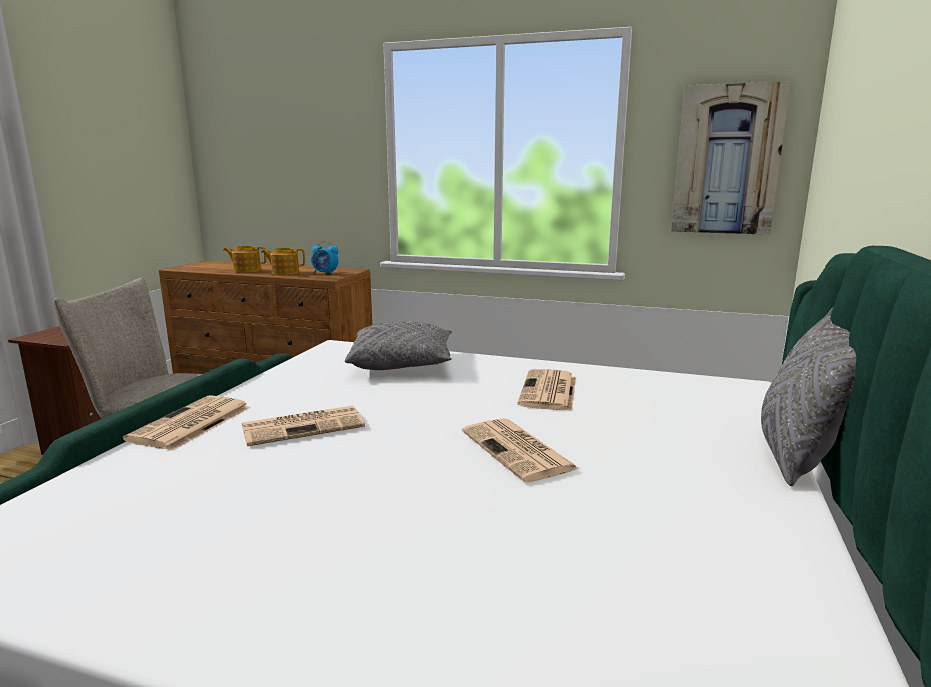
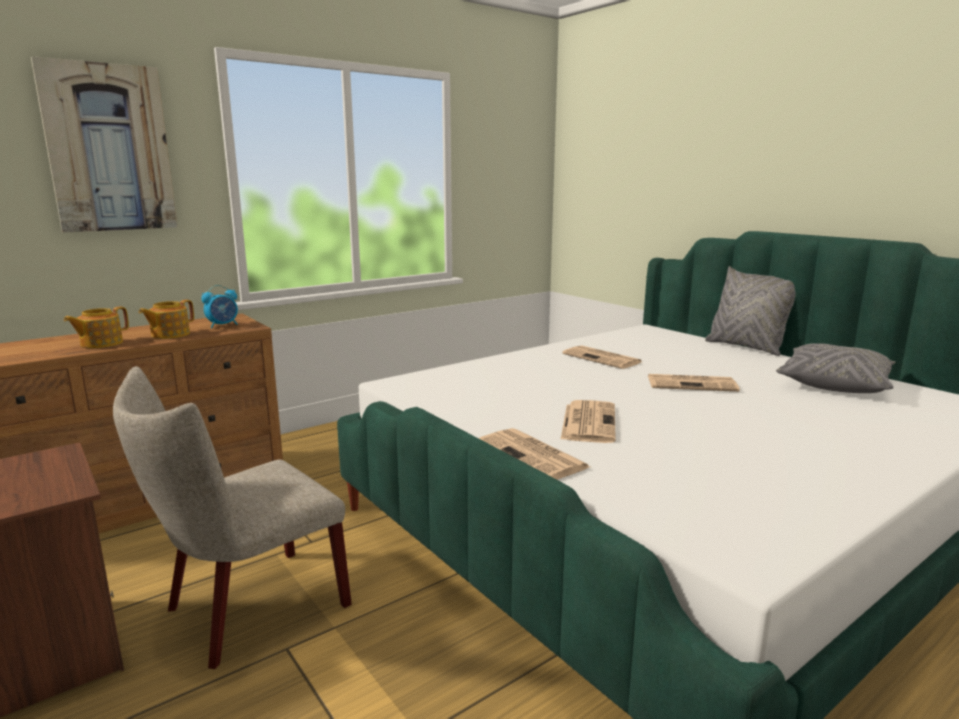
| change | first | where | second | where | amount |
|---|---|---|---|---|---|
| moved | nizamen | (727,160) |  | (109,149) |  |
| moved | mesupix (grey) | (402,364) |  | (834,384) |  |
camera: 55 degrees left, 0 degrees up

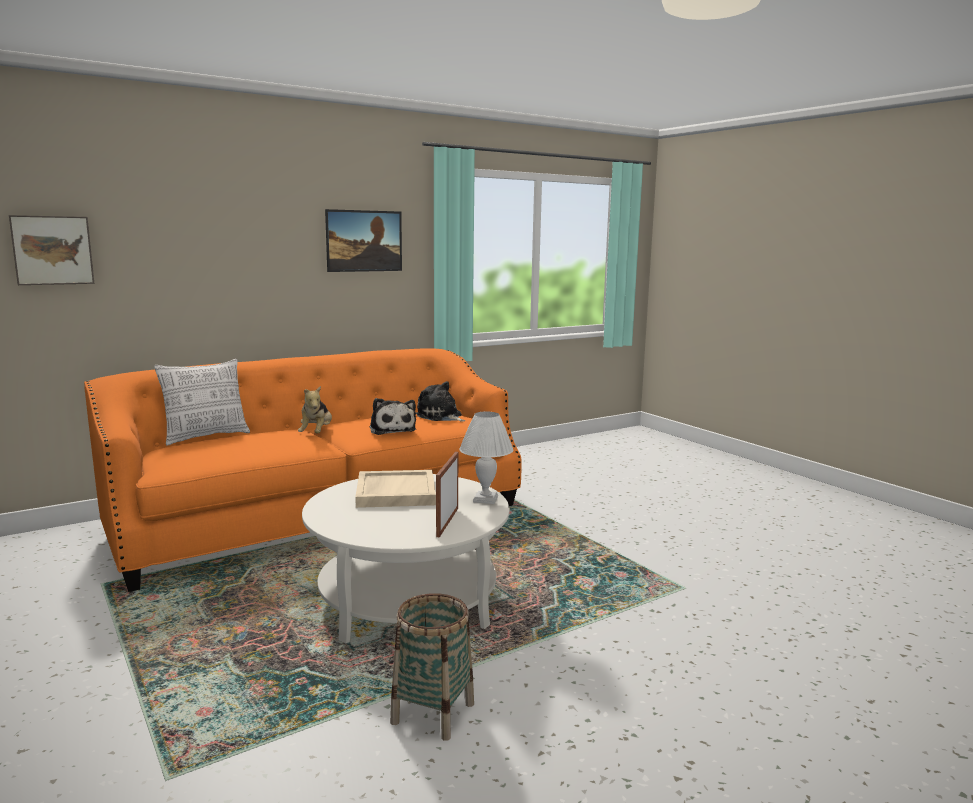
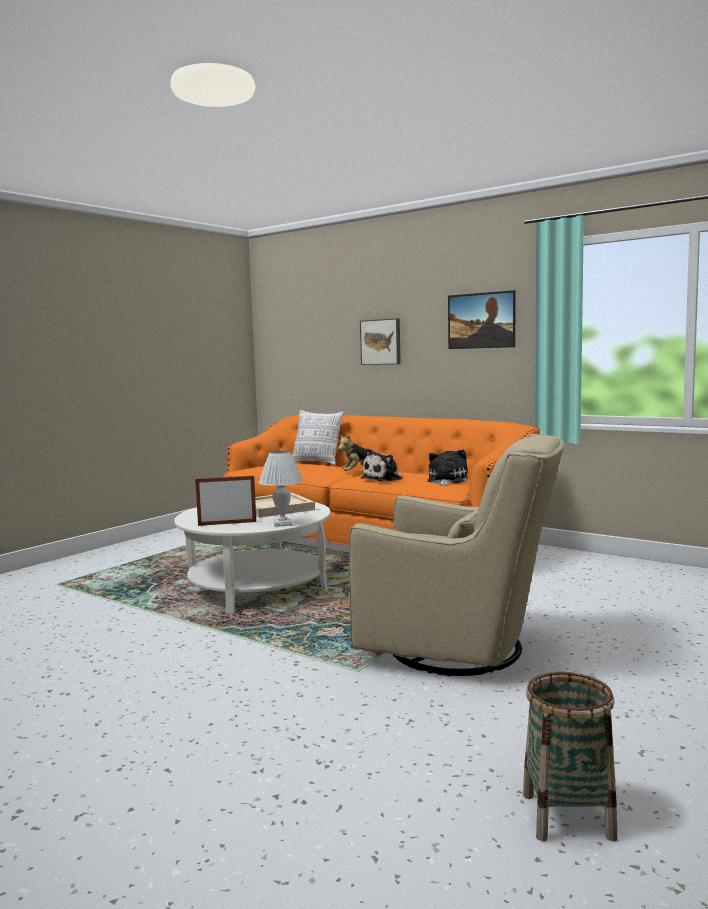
| change | first | where | second | where | amount |
|---|---|---|---|---|---|
| moved | nizamen | (52,250) |  | (381,342) |  |
| moved | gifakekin | (433,713) |  | (568,816) |  |
| added |  |  | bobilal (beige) | (461,649) |  |
camera: 70 degrees right, 5 degrees down

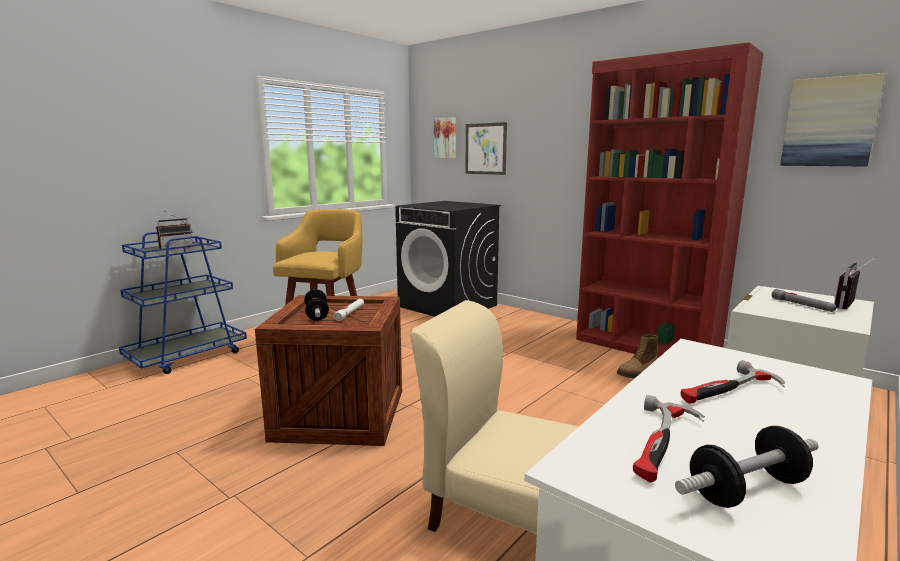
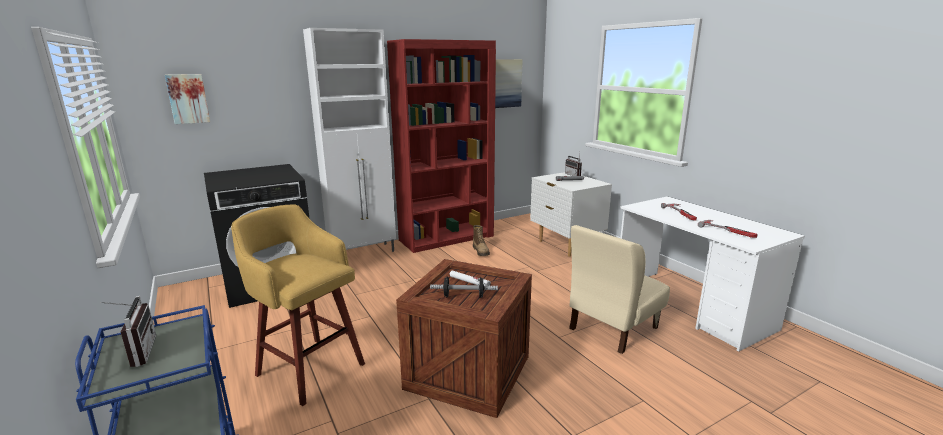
| change | first | where | second | where | amount |
|---|---|---|---|---|---|
| removed | nizamen | (485,149) |  |  |  |
| removed | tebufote | (746,489) |  |  |  |
| added |  |  | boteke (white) | (363,253) |  |
camera: 70 degrees left, 5 degrees up

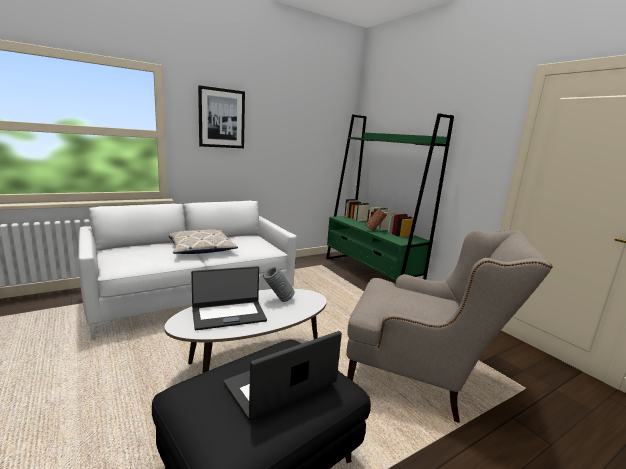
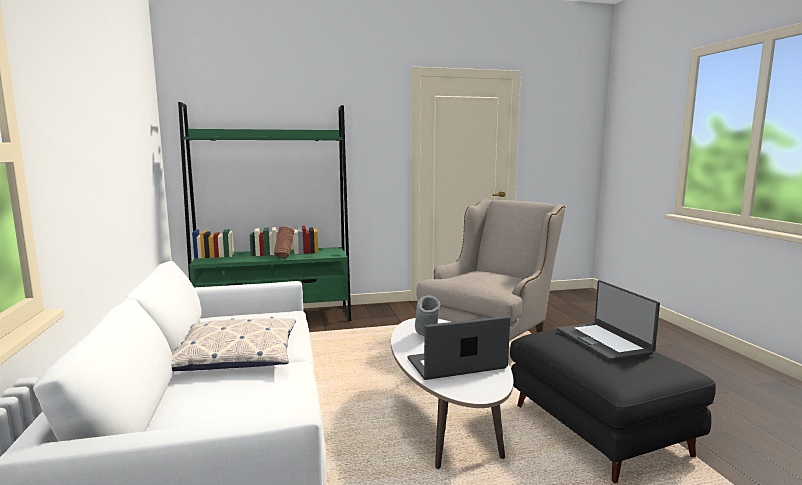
| change | first | where | second | where | amount |
|---|---|---|---|---|---|
| removed | nizamen | (221,118) |  |  |  |
| turned | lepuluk | (228,314) |  | (457,364) | 105 degrees counterclockwise |
camera: 70 degrees left, 5 degrees down

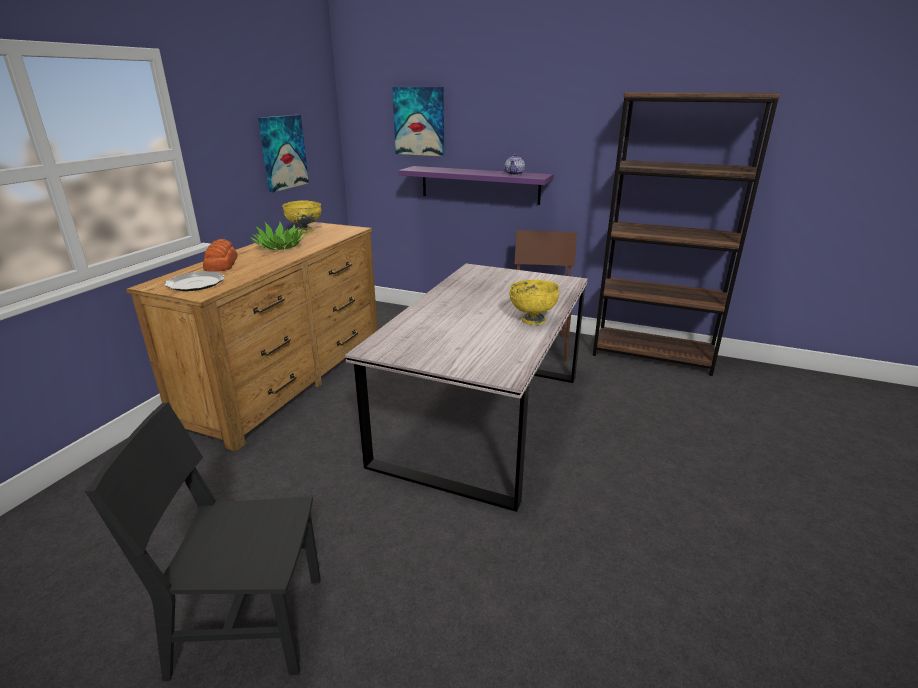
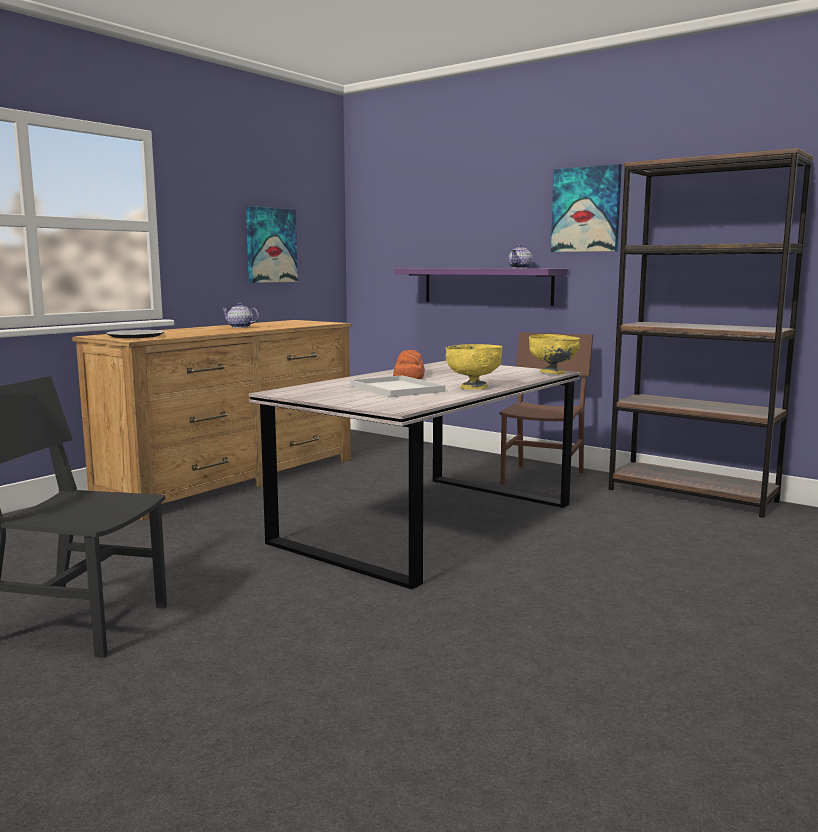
| change | first | where | second | where | amount |
|---|---|---|---|---|---|
| moved | nizamen | (419,121) |  | (586,209) |  |
| moved | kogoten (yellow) | (304,231) |  | (552,373) |  |
| replaced | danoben | (280,247) | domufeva | (240,327) |  |
| moved | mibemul | (221,264) |  | (408,375) |  |
| added |  |  | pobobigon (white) | (398,389) |  |
camera: 15 degrees right, 15 degrees down

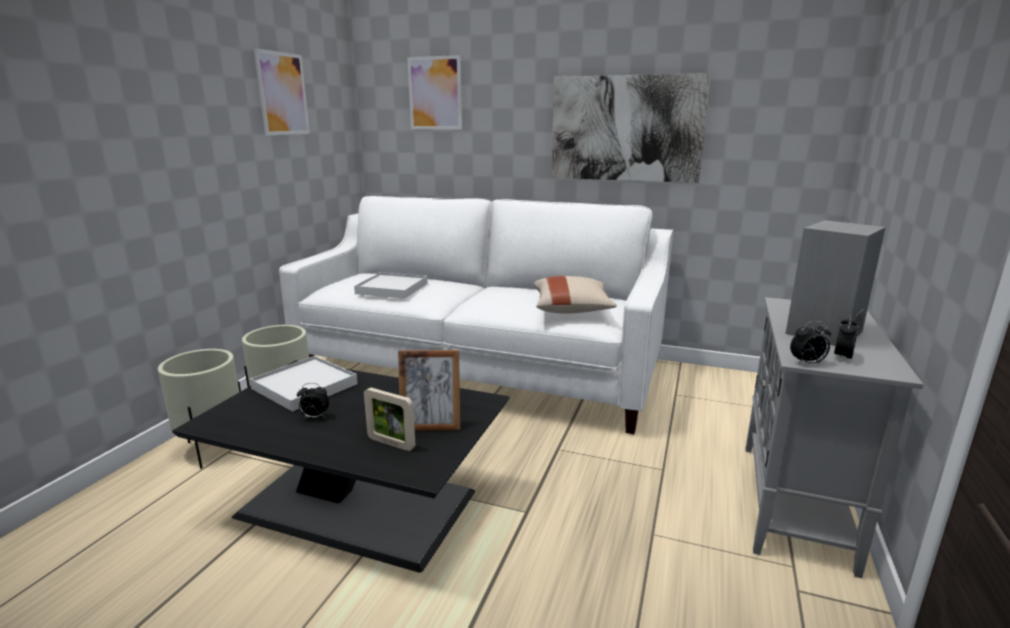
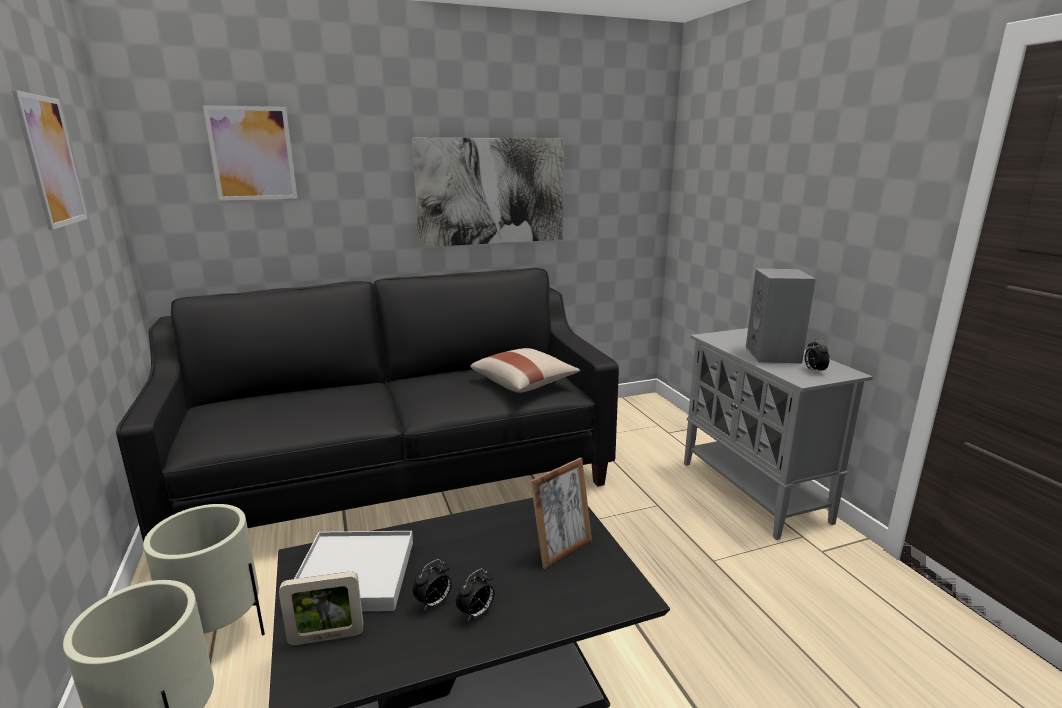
| change | first | where | second | where | amount |
|---|---|---|---|---|---|
| recoloured | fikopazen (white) | (480,369) | fikopazen (black) | (396,477) |  |
| removed | pobobigon (white) | (392,288) |  |  |  |
| moved | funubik | (807,363) |  | (476,613) |  |
| moved | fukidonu | (391,443) |  | (326,637) |  |
camera: 40 degrees left, 0 degrees up

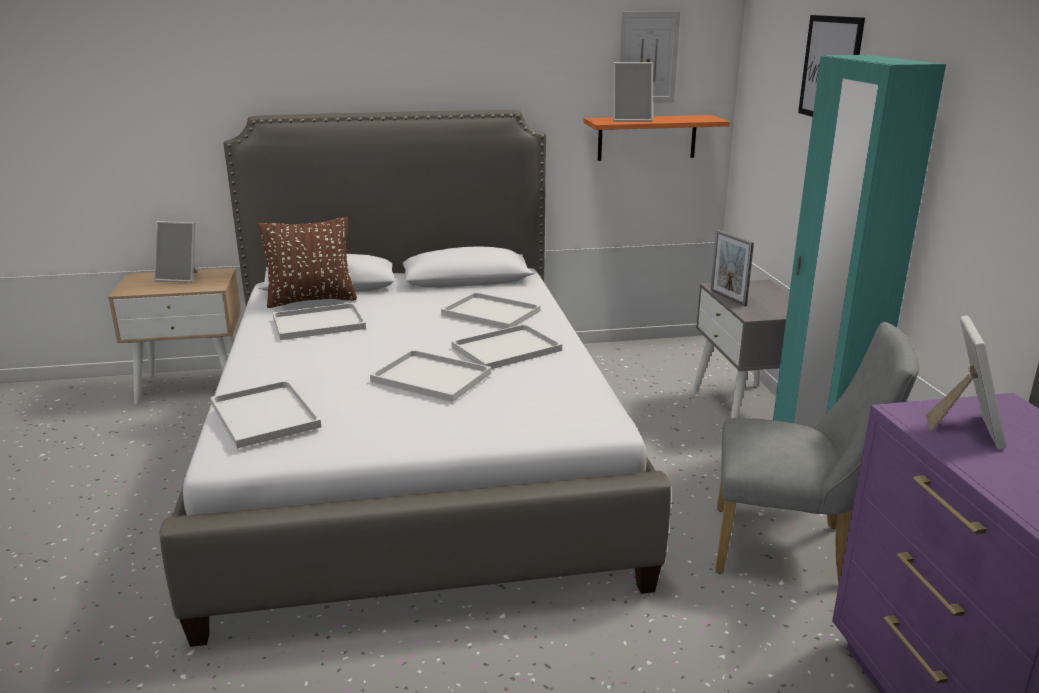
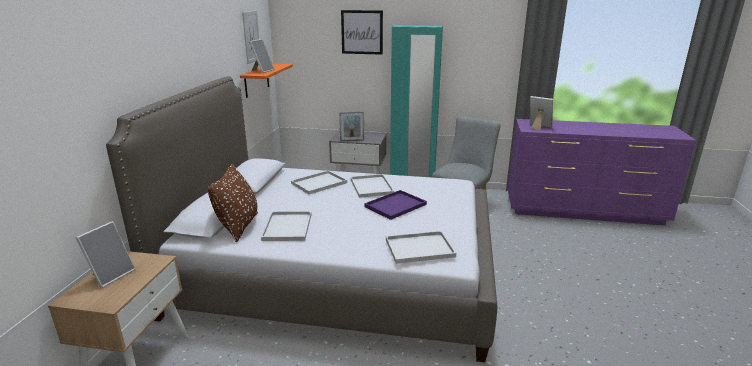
| change | first | where | second | where | amount |
|---|---|---|---|---|---|
| recoloured | pobobigon (white) | (429,377) | pobobigon (purple) | (395,206) |  |
camera: 70 degrees left, 0 degrees up

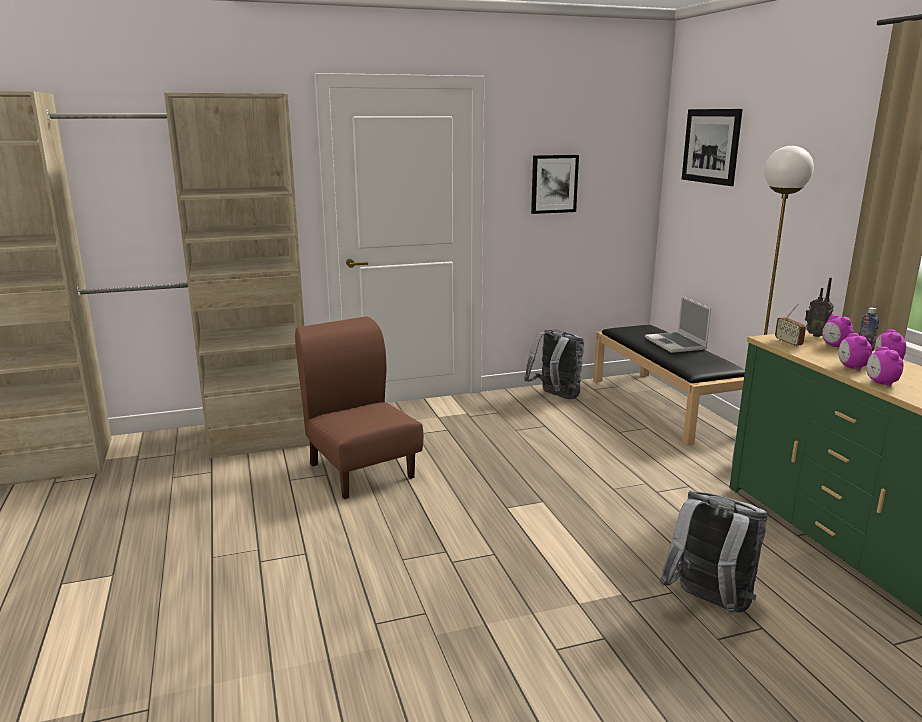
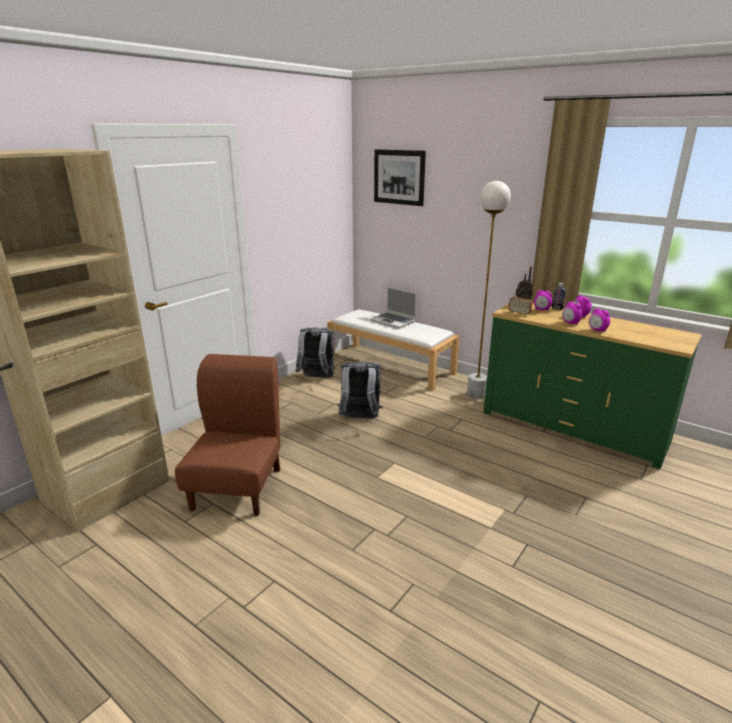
| change | first | where | second | where | amount |
|---|---|---|---|---|---|
| removed | nizamen | (554,184) |  |  |  |
| turned | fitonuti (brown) | (361,470) |  | (238,488) | 75 degrees clockwise |
| recoloured | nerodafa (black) | (665,405) | nerodafa (white) | (391,365) |  |
| moved | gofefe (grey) | (708,604) |  | (360,419) |  |
camera: 35 degrees left, 5 degrees up

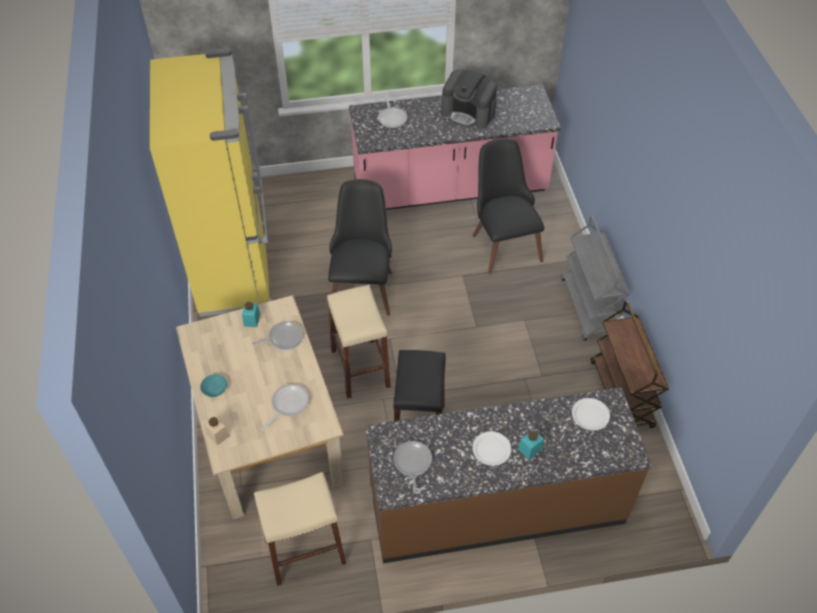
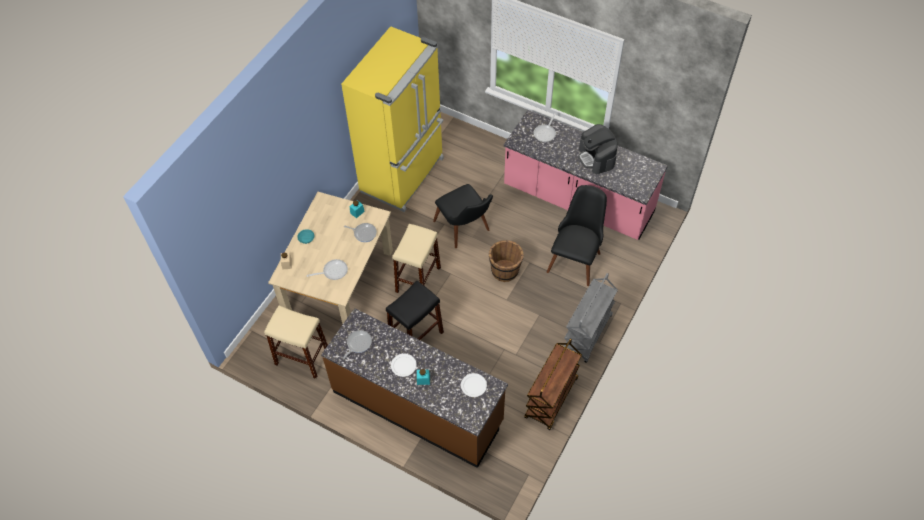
| change | first | where | second | where | amount |
|---|---|---|---|---|---|
| turned | fitonuti (black) | (362,284) |  | (466,230) | 105 degrees clockwise |
| added |  |  | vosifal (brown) | (505,270) |  |
camera: 40 degrees right, 5 degrees up

